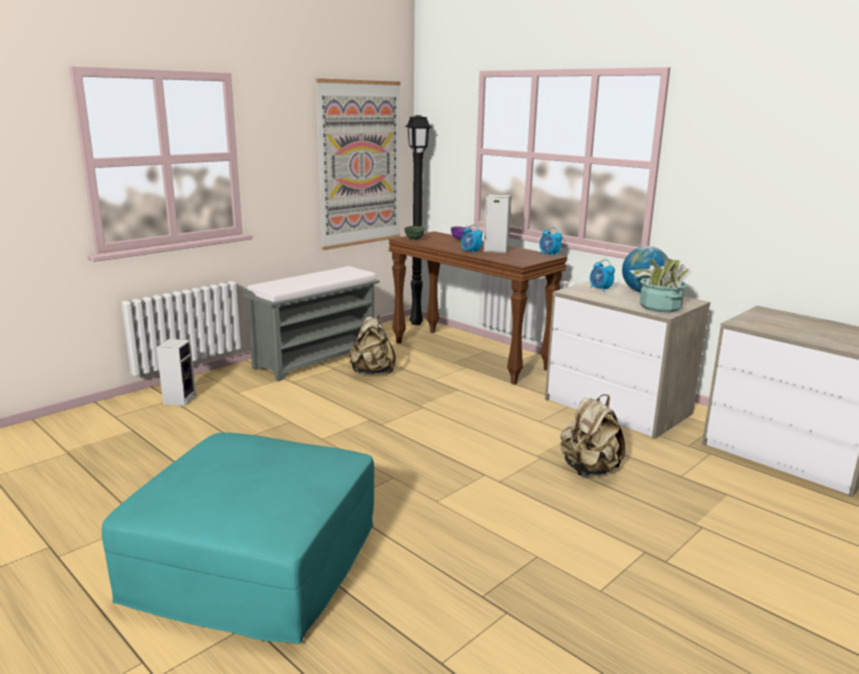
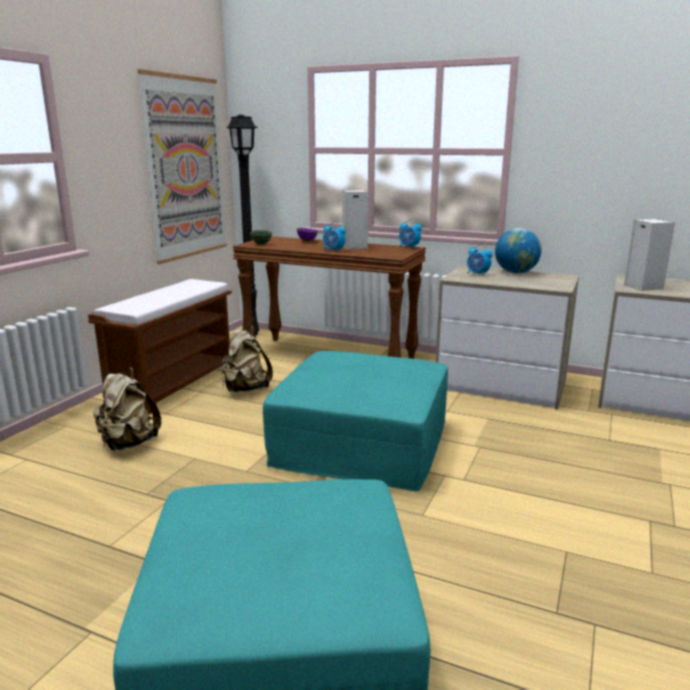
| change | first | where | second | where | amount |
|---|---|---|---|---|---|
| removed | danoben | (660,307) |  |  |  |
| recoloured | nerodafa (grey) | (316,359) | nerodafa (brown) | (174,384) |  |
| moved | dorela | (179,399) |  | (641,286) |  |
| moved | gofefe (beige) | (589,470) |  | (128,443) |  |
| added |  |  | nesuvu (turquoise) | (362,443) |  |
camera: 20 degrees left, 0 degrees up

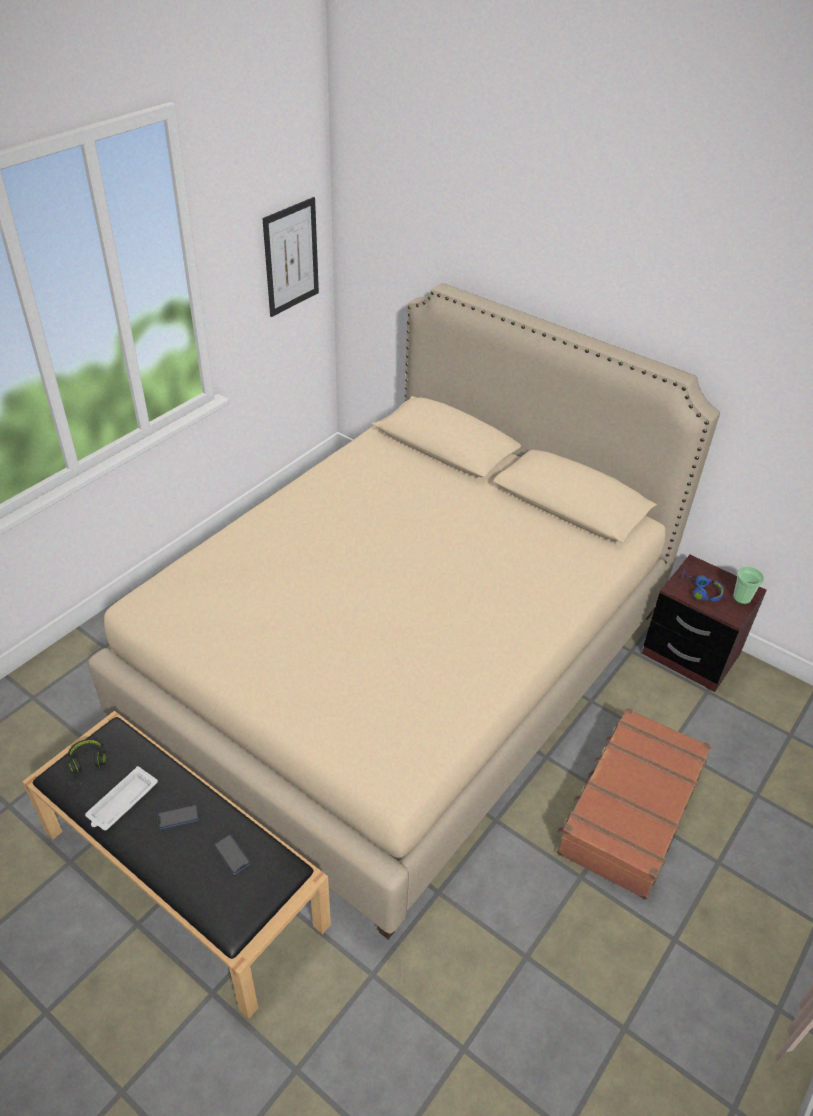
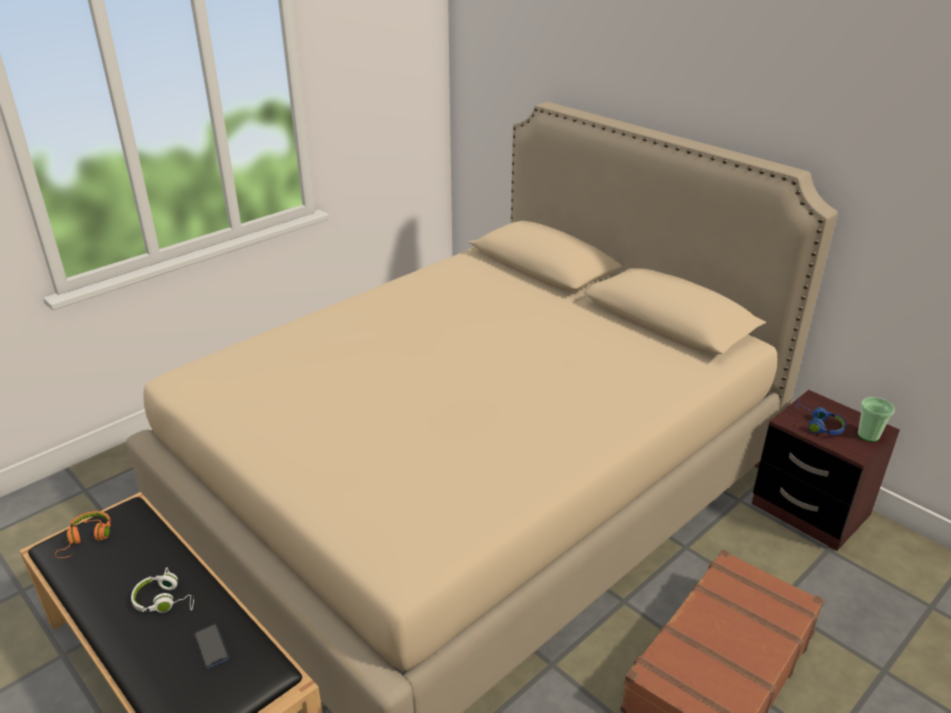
| change | first | where | second | where | amount |
|---|---|---|---|---|---|
| removed | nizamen | (291,257) |  |  |  |
| recoloured | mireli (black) | (86,766) | mireli (orange) | (87,539) |  |
| removed | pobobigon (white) | (122,802) |  |  |  |
| replaced | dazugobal | (178,817) | mireli (white) | (165,600) |  |
camera: 10 degrees right, 10 degrees down

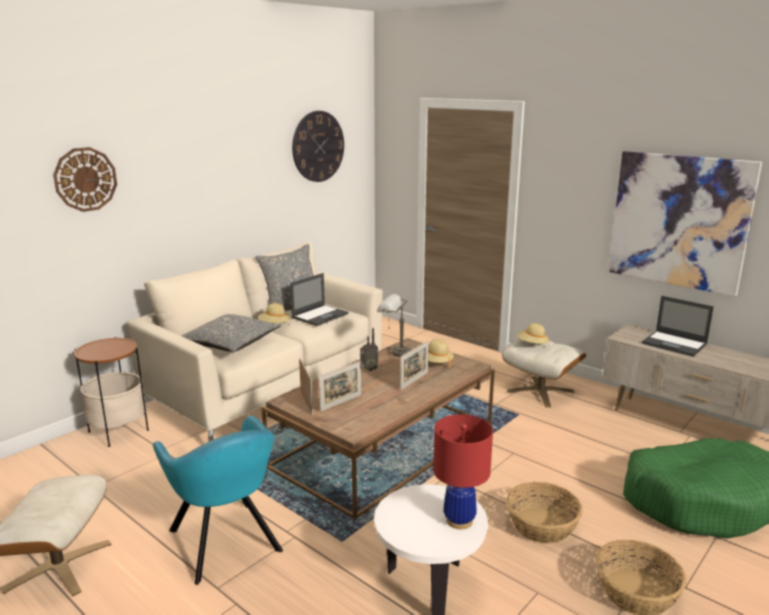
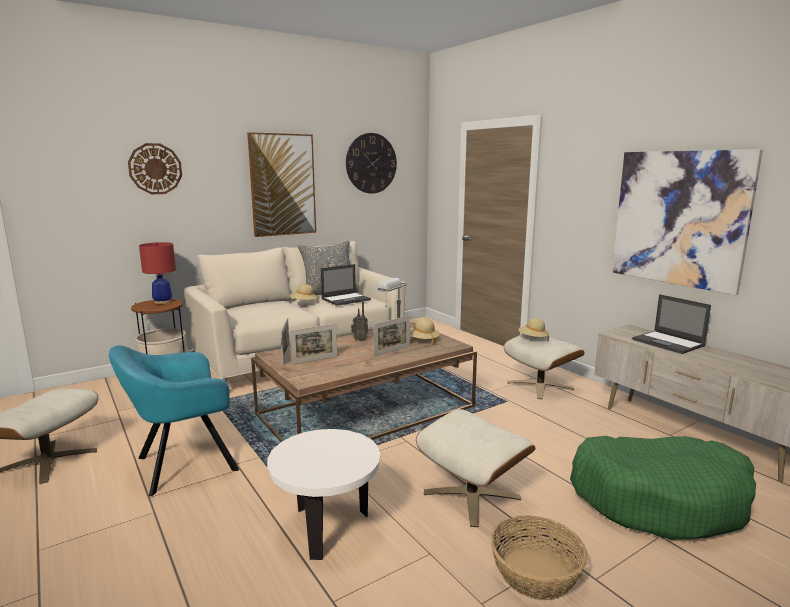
| change | first | where | second | where | amount |
|---|---|---|---|---|---|
| removed | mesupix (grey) | (230,343) |  |  |  |
| moved | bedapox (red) | (459,521) |  | (162,302) |  |
| turned | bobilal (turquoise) | (226,543) |  | (182,465) | 75 degrees clockwise |
| replaced | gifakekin | (542,525) | nesuvu (beige) | (472,495) |  |
| added |  |  | nizamen | (282,185) |  |
camera: 15 degrees right, 5 degrees down

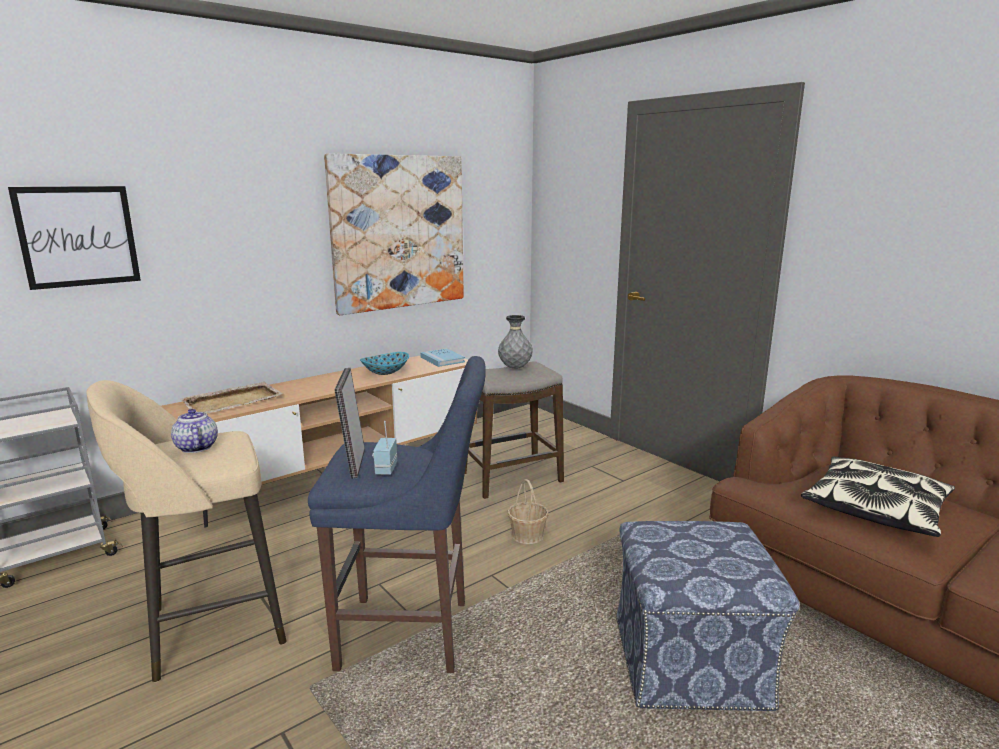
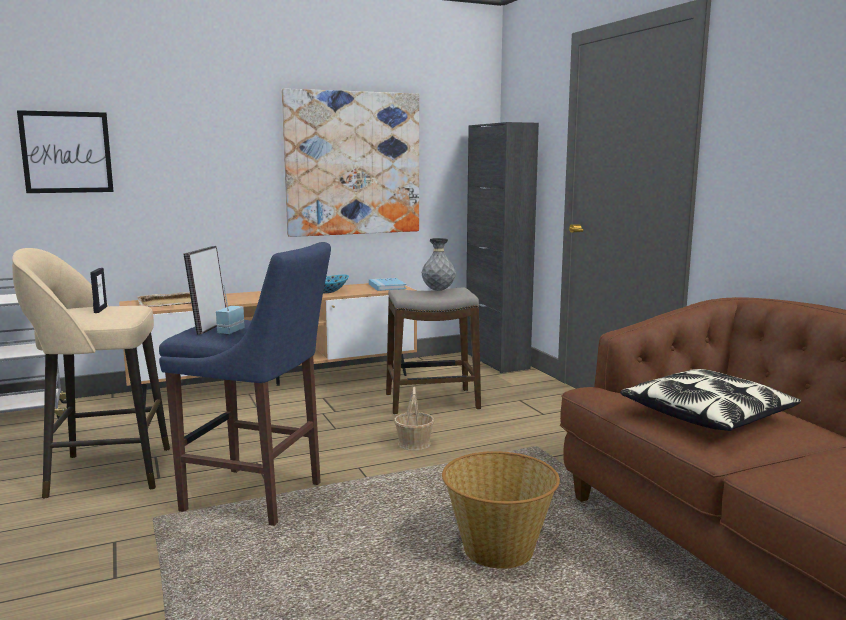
| change | first | where | second | where | amount |
|---|---|---|---|---|---|
| replaced | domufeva | (196,447) | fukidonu | (100,309) |  |
| replaced | nesuvu | (691,661) | gifakekin | (498,550) |  |
| added |  |  | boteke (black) | (496,361) |  |
camera: 15 degrees right, 5 degrees down

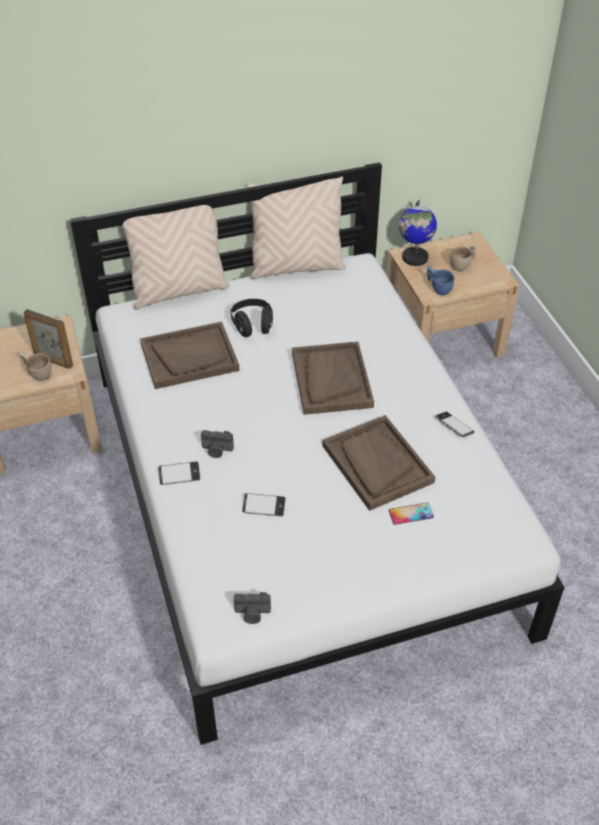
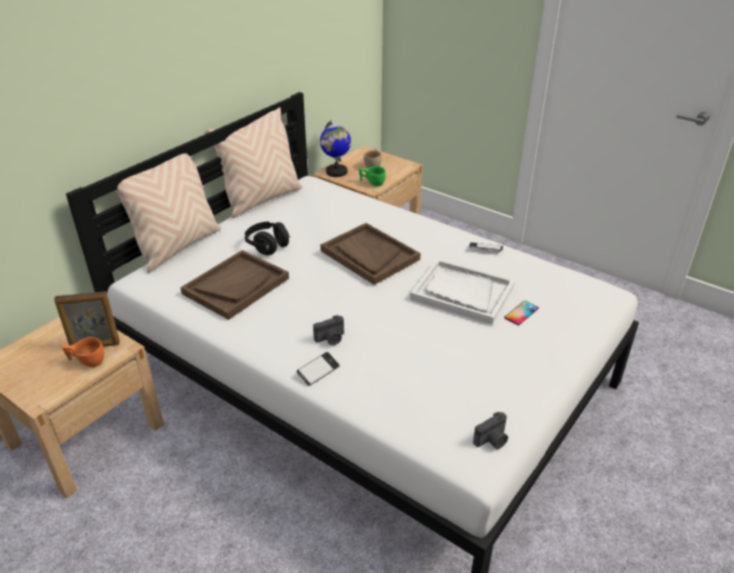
| change | first | where | second | where | amount |
|---|---|---|---|---|---|
| recoloured | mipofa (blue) | (438,288) | mipofa (green) | (372,183) |  |
| recoloured | mipofa (beige) | (37,373) | mipofa (orange) | (87,361) |  |
| recoloured | pobobigon (brown) | (377,464) | pobobigon (white) | (462,293) |  |
| removed | dazugobal | (264,507) |  |  |  |
camera: 35 degrees left, 10 degrees down

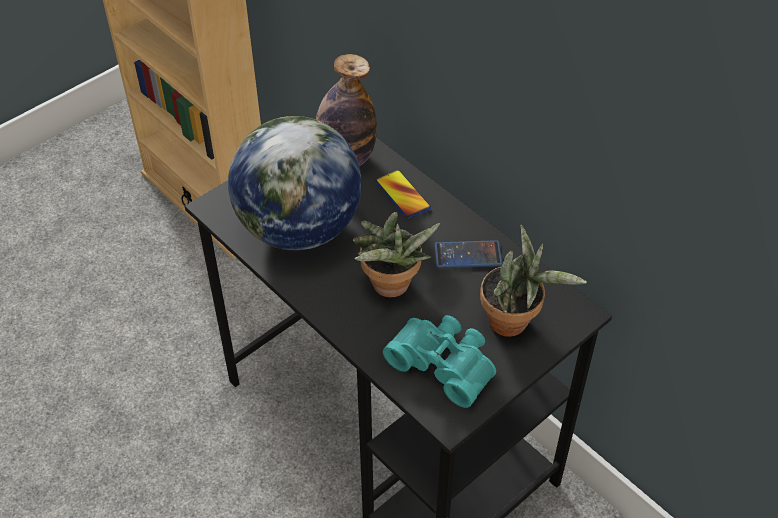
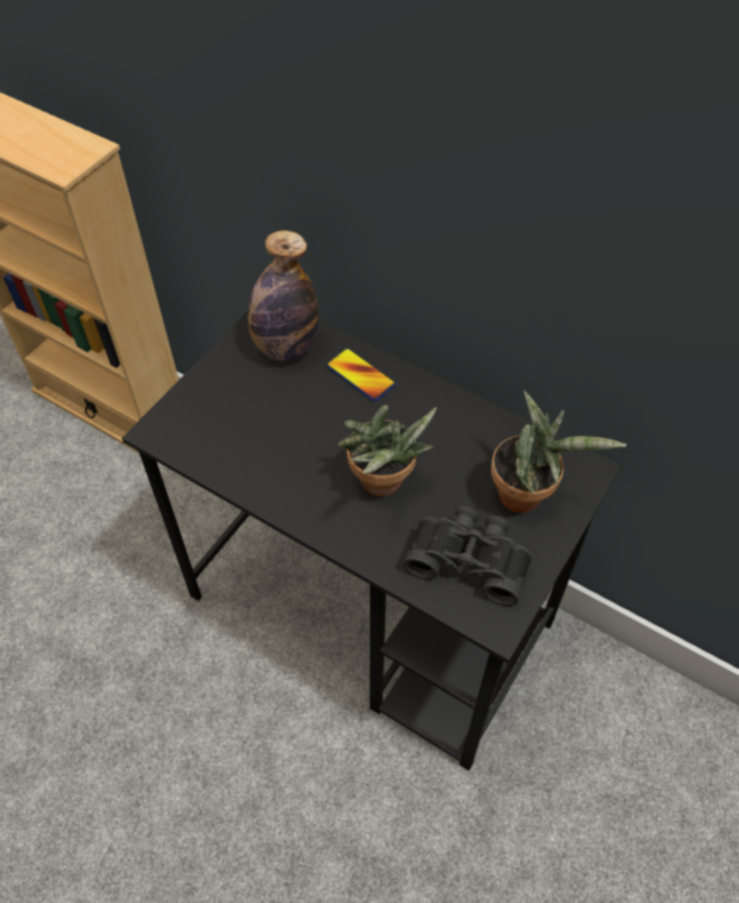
| change | first | where | second | where | amount |
|---|---|---|---|---|---|
| removed | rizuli | (298,228) |  |  |  |
| removed | dazugobal | (468,255) |  |  |  |
| recoloured | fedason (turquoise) | (444,363) | fedason (black) | (469,559) |  |
camera: 15 degrees left, 5 degrees up

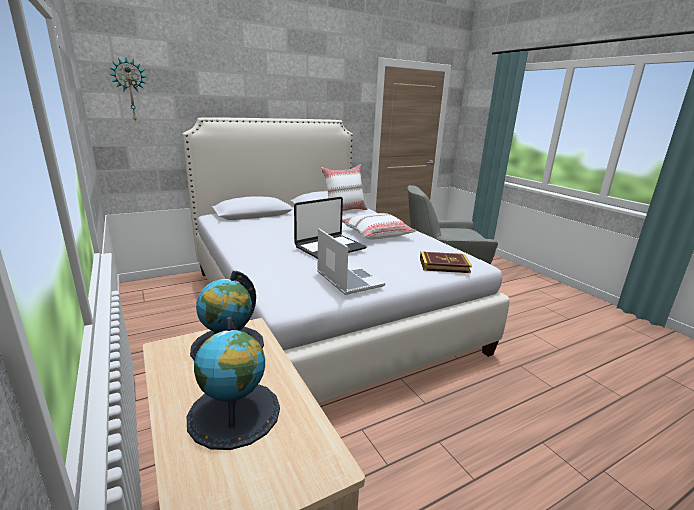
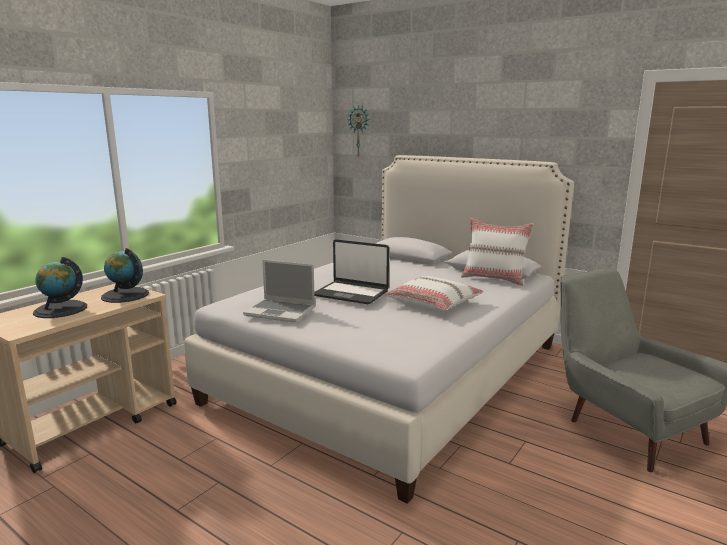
| change | first | where | second | where | amount |
|---|---|---|---|---|---|
| turned | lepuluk | (348,279) |  | (281,312) | 75 degrees clockwise |
| removed | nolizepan | (444,265) |  |  |  |
camera: 65 degrees right, 5 degrees down

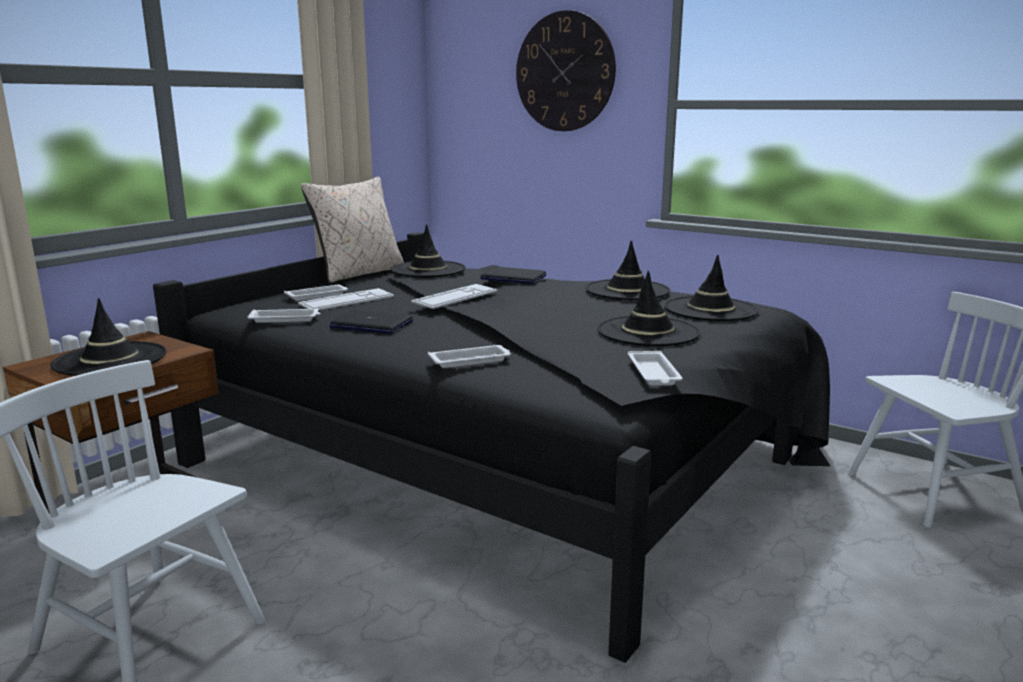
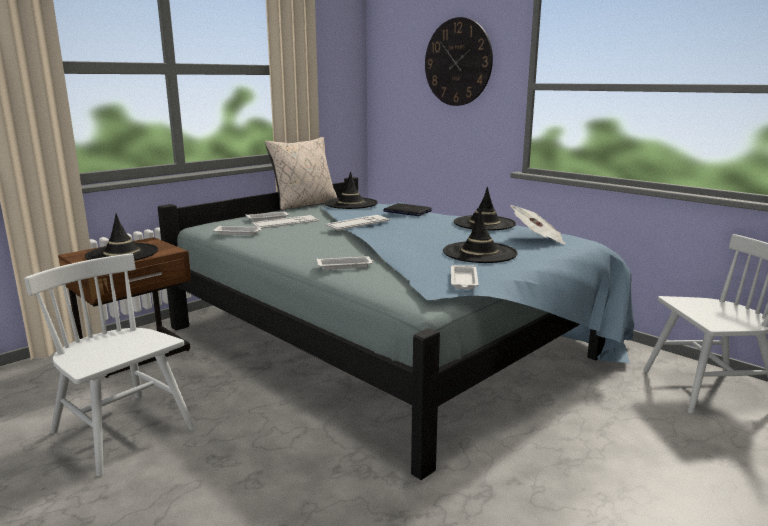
| change | first | where | second | where | amount |
|---|---|---|---|---|---|
| recoloured | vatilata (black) | (509,458) | vatilata (blue) | (392,340) |  |
| replaced | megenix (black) | (710,309) | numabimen | (537,239) |  |
| removed | lepuluk | (371,324) |  |  |  |
camera: 10 degrees right, 0 degrees up

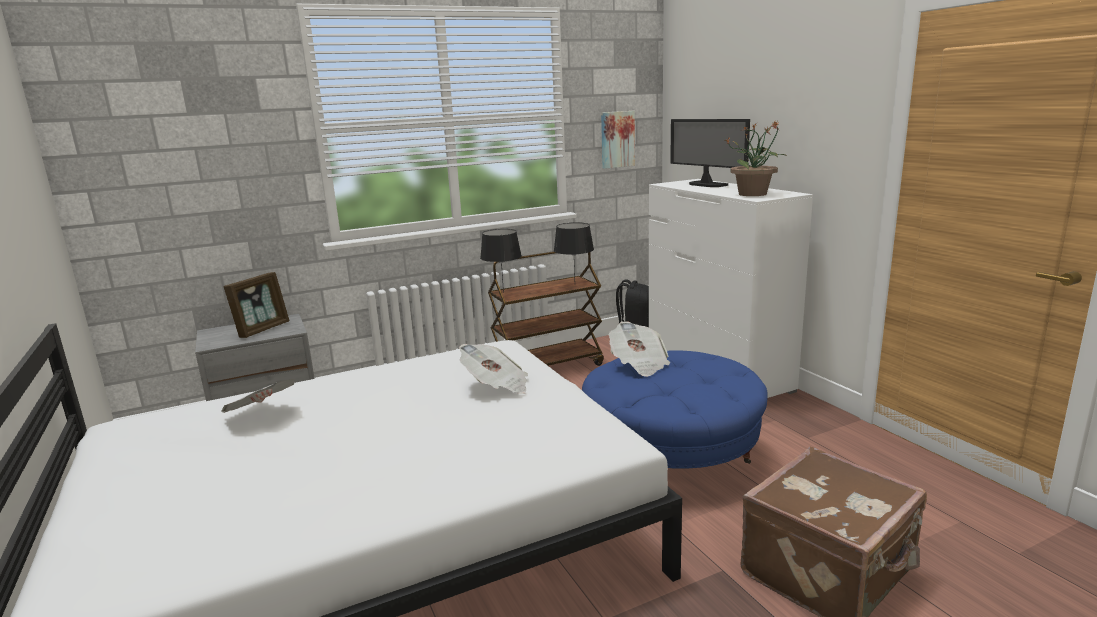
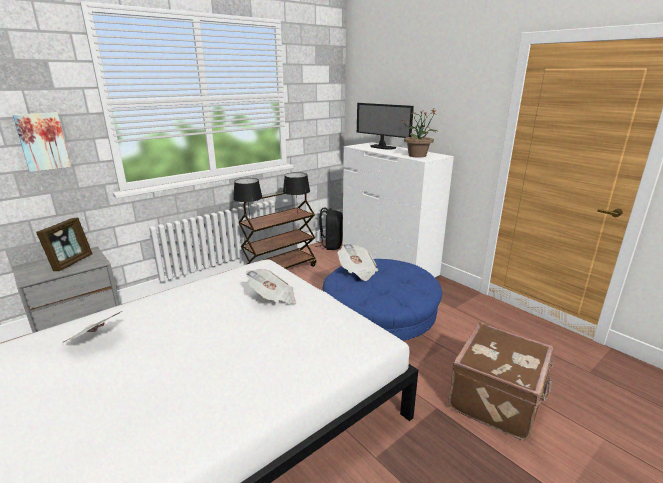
| change | first | where | second | where | amount |
|---|---|---|---|---|---|
| moved | nizamen | (617,139) |  | (42,141) |  |
camera: 15 degrees left, 5 degrees up

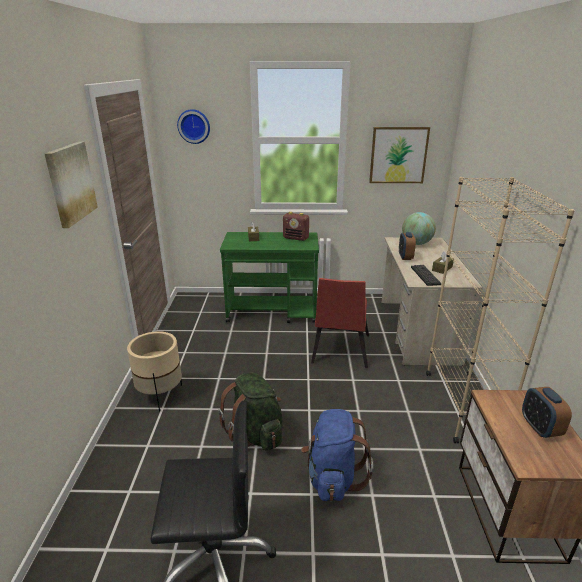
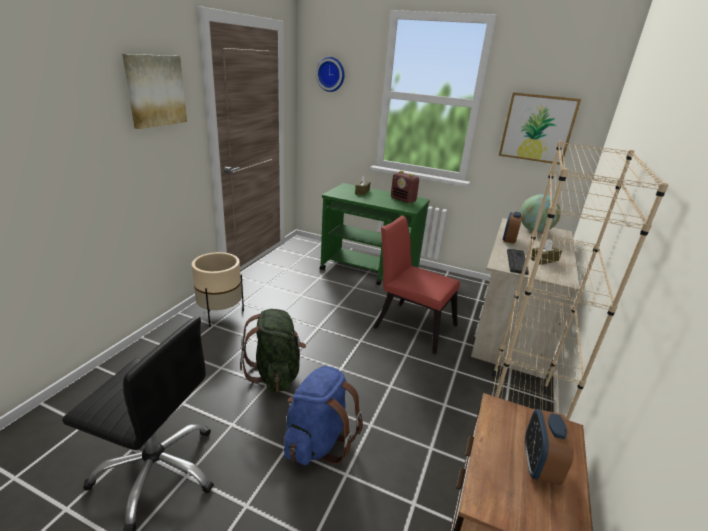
| change | first | where | second | where | amount |
|---|---|---|---|---|---|
| turned | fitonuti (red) | (339,351) |  | (411,324) | 90 degrees clockwise |
camera: 20 degrees right, 0 degrees up

